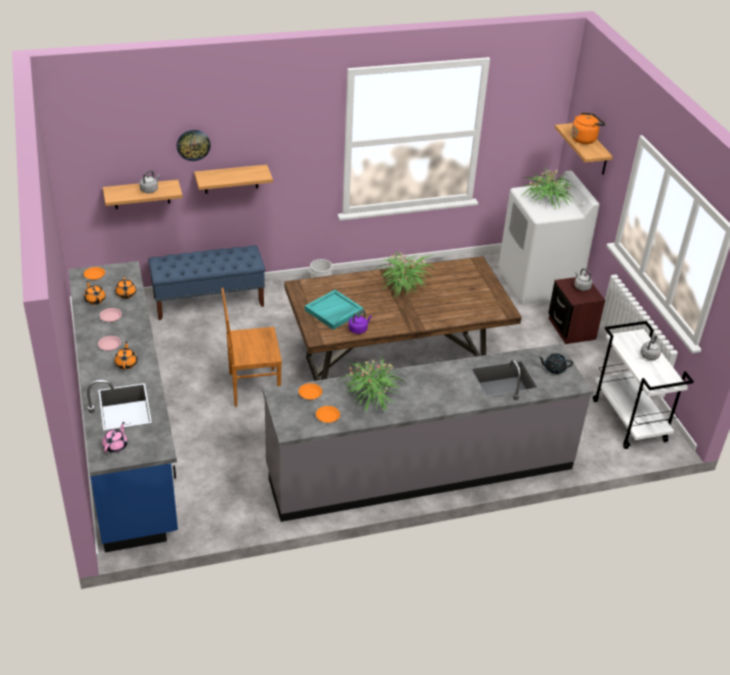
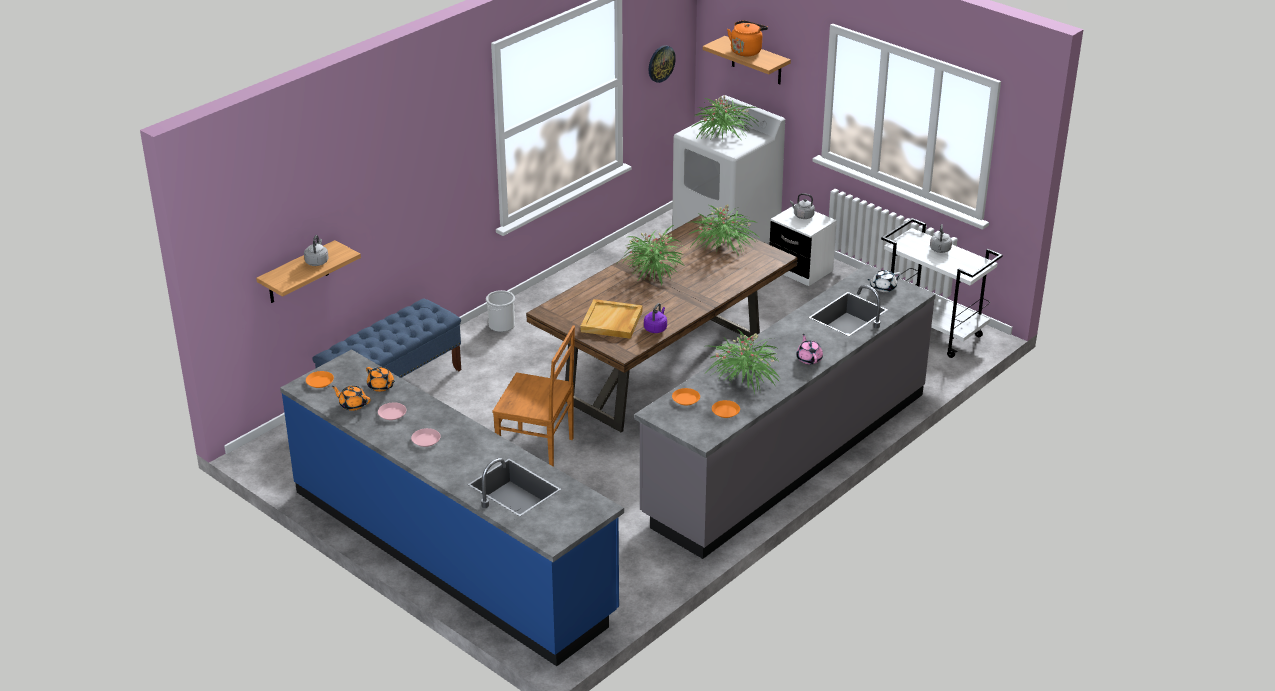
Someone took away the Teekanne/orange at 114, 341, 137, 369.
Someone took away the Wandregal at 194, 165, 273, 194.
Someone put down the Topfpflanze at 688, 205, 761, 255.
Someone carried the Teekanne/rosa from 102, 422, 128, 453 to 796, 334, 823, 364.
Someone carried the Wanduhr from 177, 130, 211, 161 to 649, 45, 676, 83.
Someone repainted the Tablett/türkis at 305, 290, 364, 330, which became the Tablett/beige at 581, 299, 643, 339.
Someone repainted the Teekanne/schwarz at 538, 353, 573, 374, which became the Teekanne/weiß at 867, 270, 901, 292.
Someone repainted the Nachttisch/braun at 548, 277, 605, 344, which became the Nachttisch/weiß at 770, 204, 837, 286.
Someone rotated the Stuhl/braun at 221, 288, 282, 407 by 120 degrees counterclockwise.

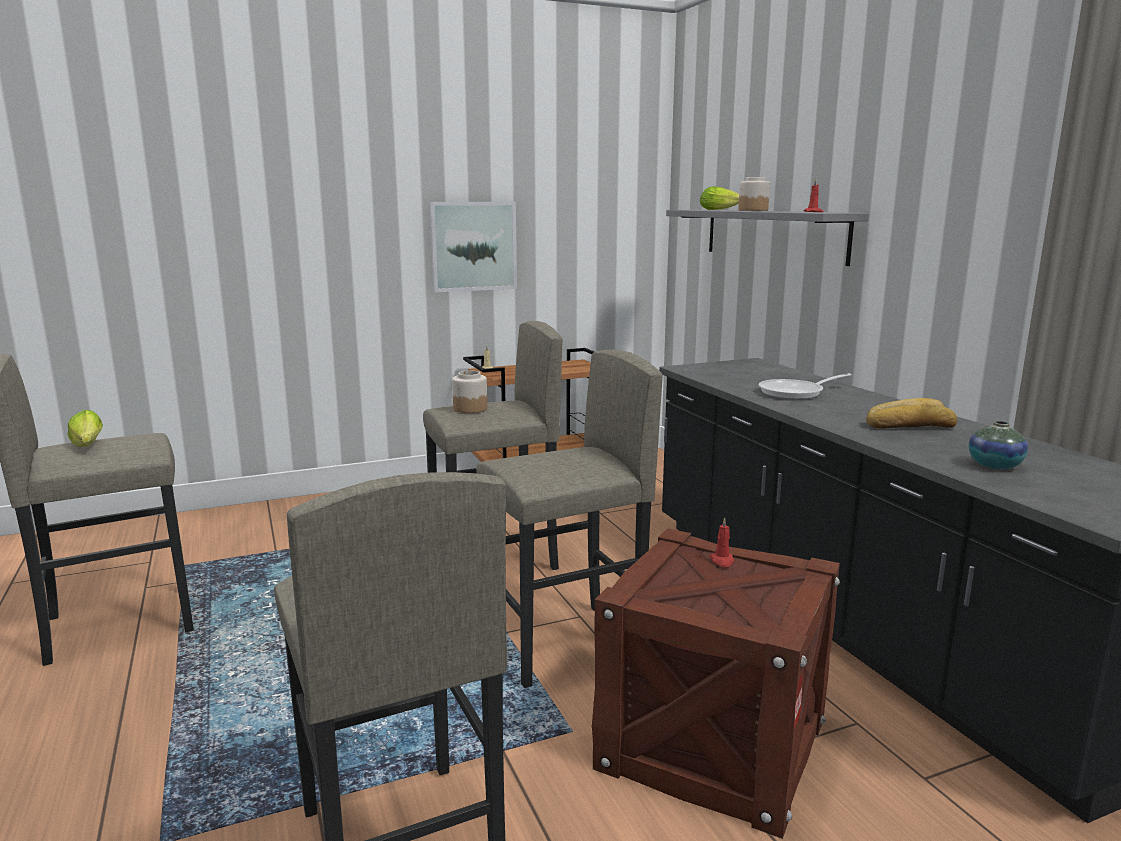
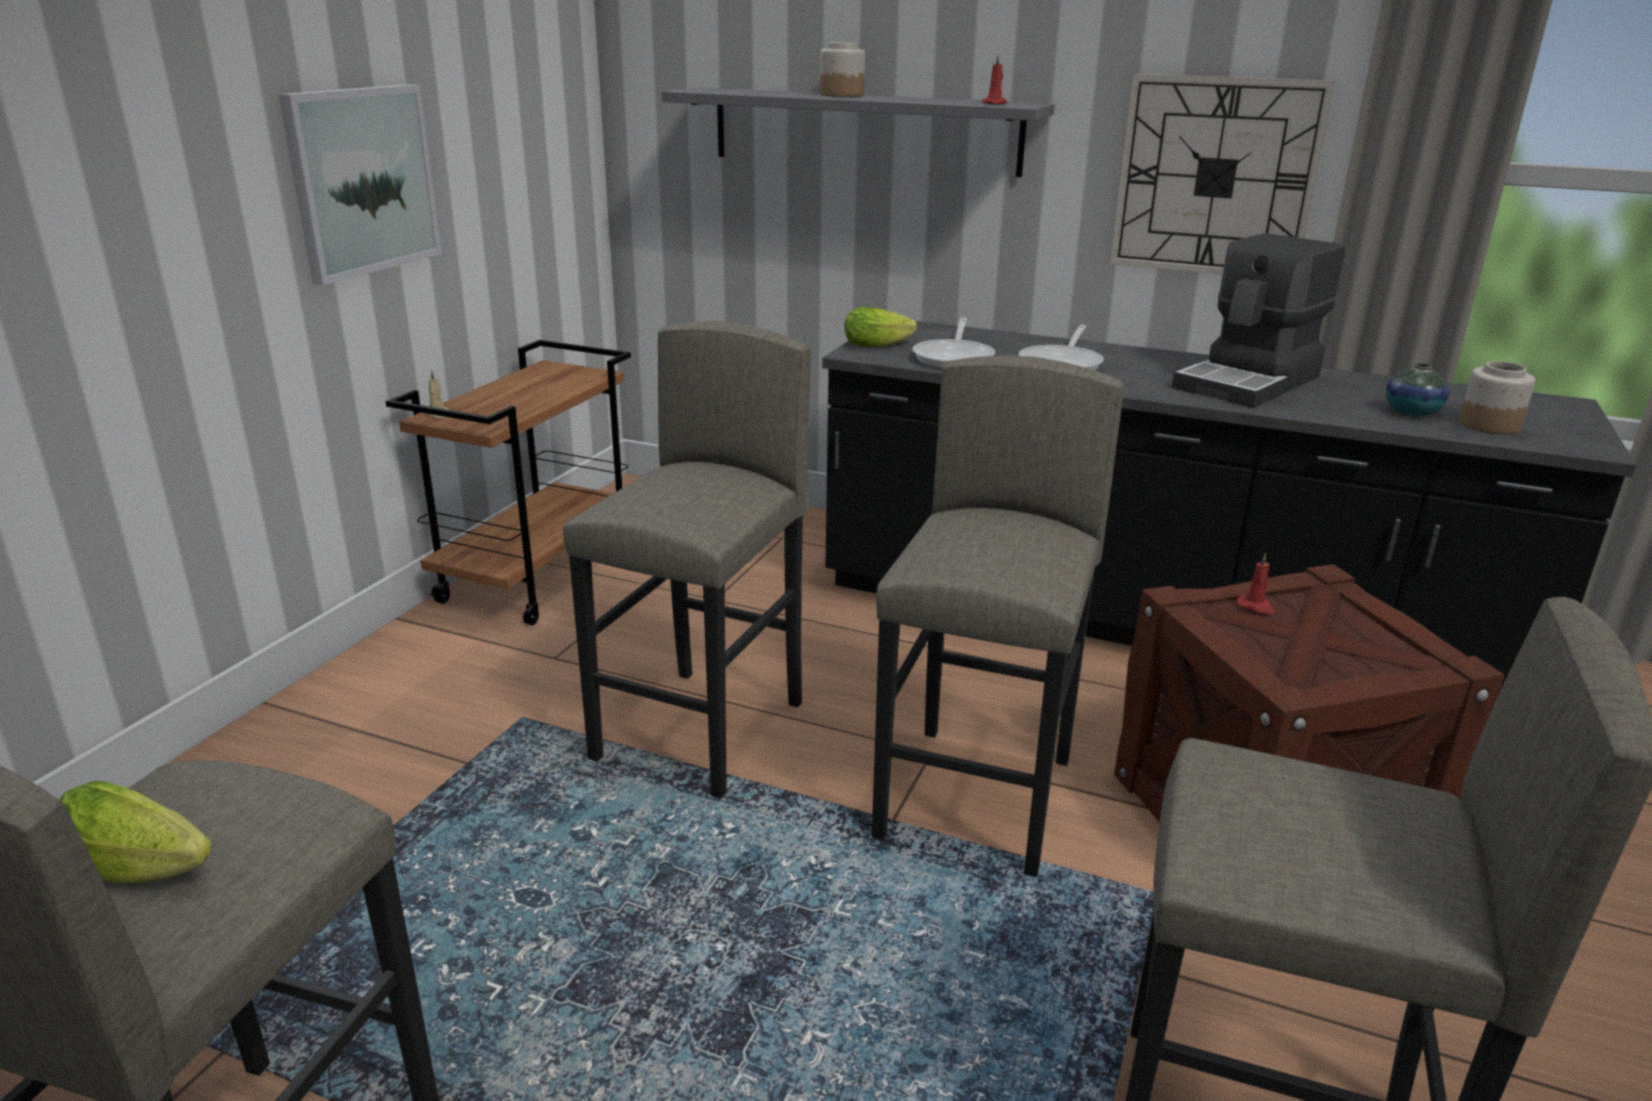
Someone put down the Pfanne at 912, 318, 995, 369.
Someone put up the Wanduhr at 1110, 74, 1335, 275.
Someone carried the Vorratsglas from 452, 370, 487, 413 to 1459, 361, 1535, 434.
Someone carried the Salatkopf from 700, 187, 739, 210 to 844, 307, 917, 347.
Someone swapped the Brot at 866, 398, 957, 429 for the Kaffeemaschine at 1172, 233, 1346, 408.

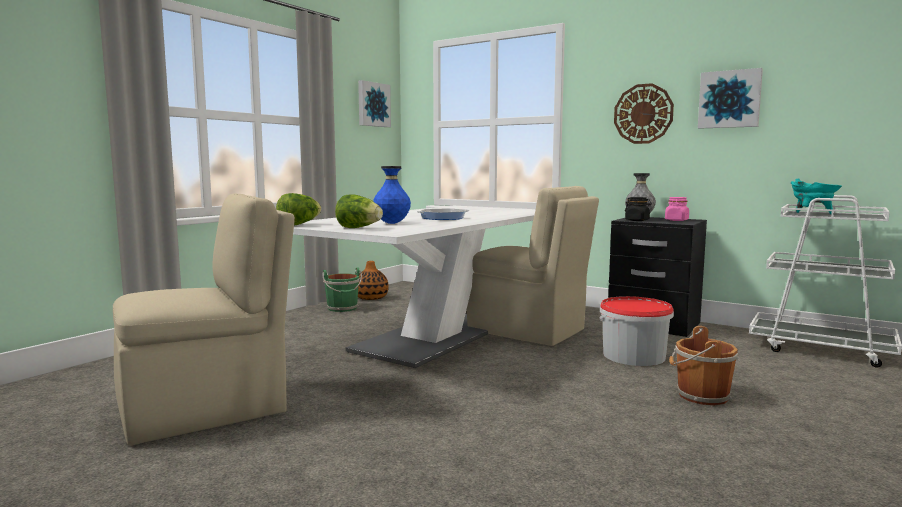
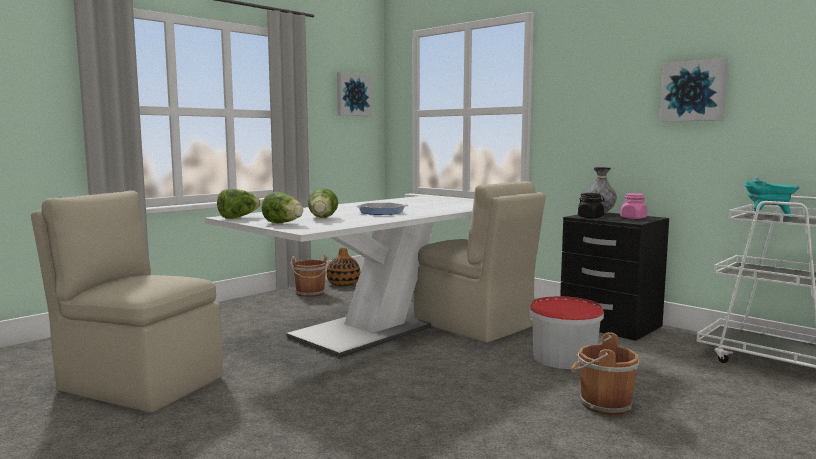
Someone took away the Wanduhr at 614, 83, 674, 144.
Someone swapped the Vase/blau at 373, 166, 411, 224 for the Salatkopf at 308, 188, 338, 218.
Someone repainted the Eimer/grün at 323, 267, 362, 312, which became the Eimer/braun at 291, 255, 329, 297.
Someone rotated the Stuhl/beige at 113, 194, 295, 446 by 135 degrees counterclockwise.

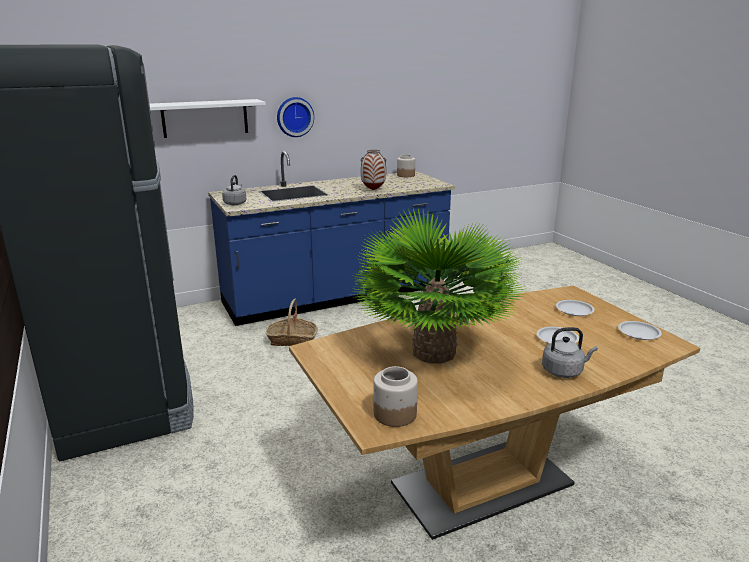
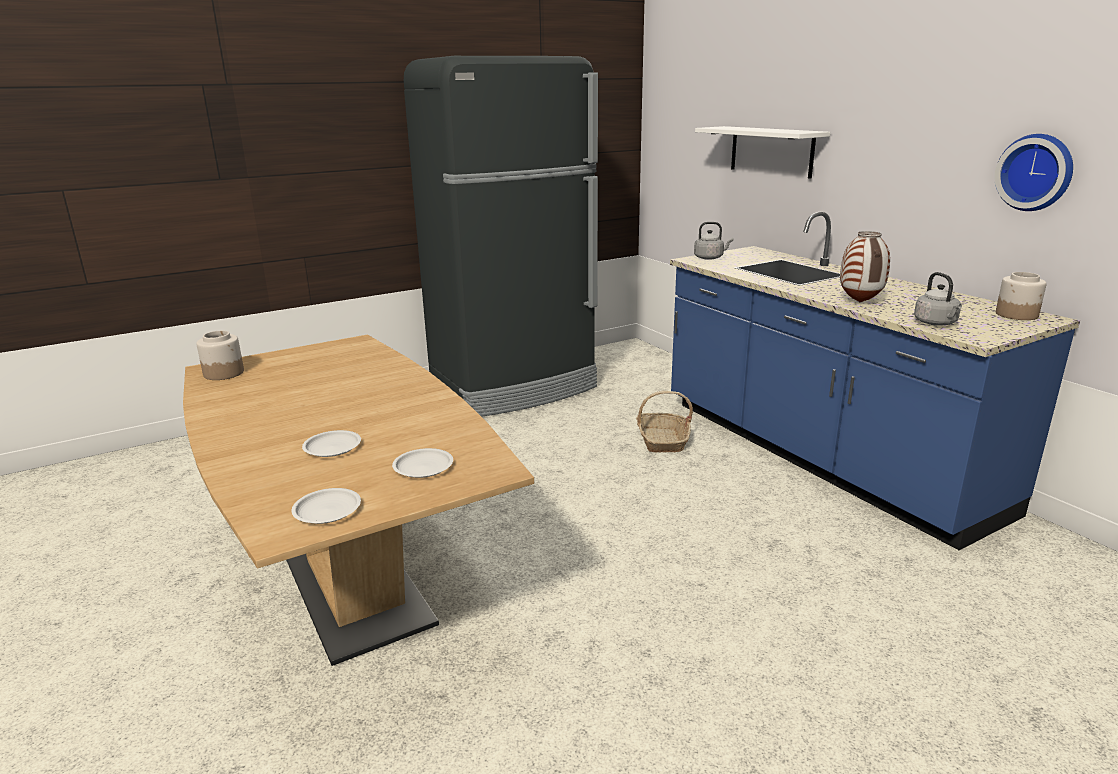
Someone took away the Topfpflanze at 350, 209, 528, 364.
Someone carried the Wanduhr from 277, 97, 314, 137 to 995, 134, 1073, 211.
Someone carried the Wasserkessel/grau from 542, 327, 598, 378 to 914, 272, 962, 326.

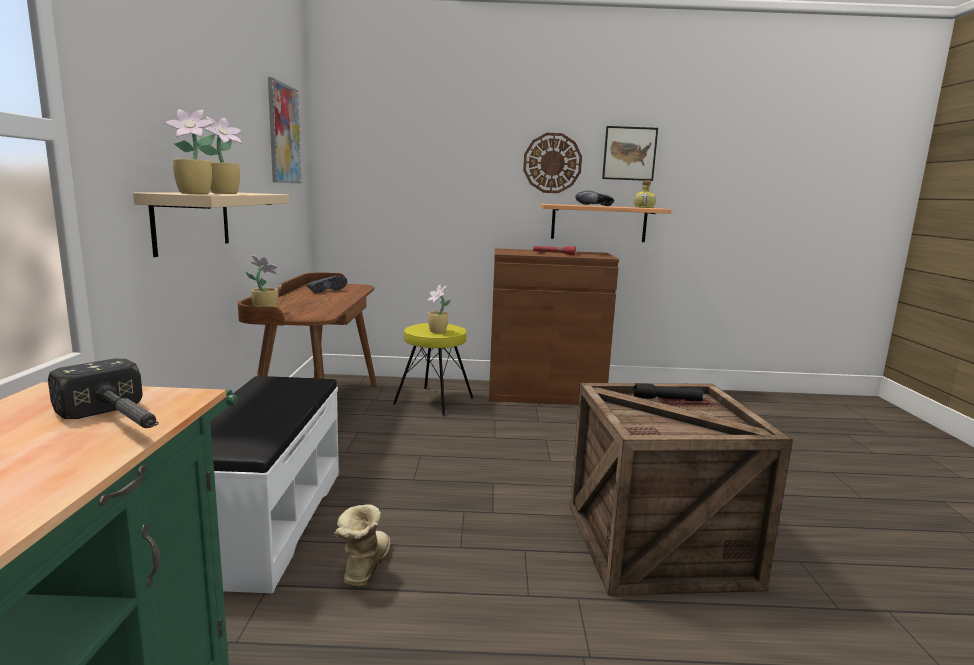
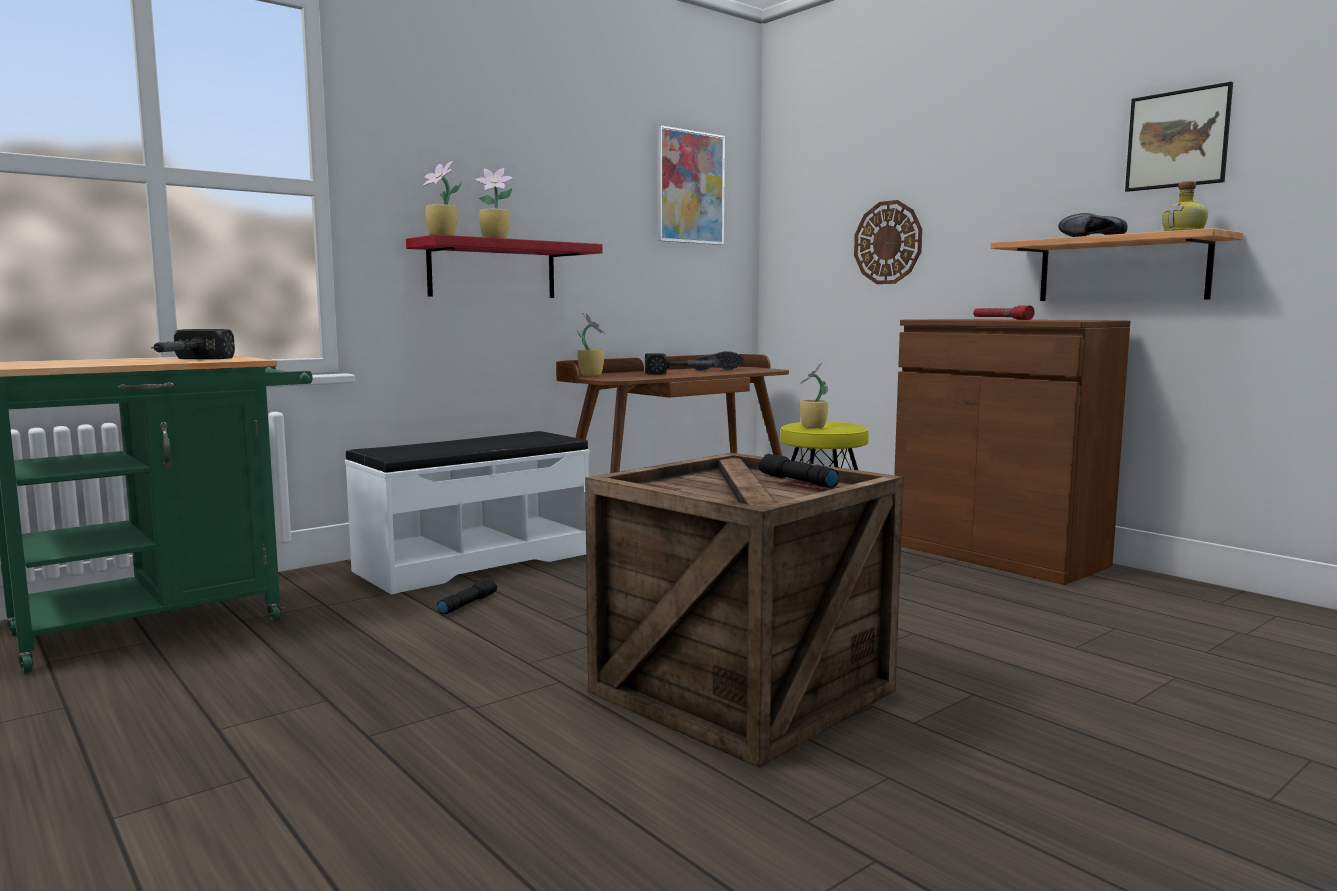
Someone put down the Hammer at 645, 353, 718, 375.
Someone carried the Wanduhr from 523, 133, 582, 193 to 854, 200, 922, 284.
Someone swapped the Stiefel at 334, 504, 390, 588 for the Taschenlampe/schwarz at 437, 578, 497, 614.
Someone repainted the Wandregal/beige at 133, 192, 290, 257, which became the Wandregal/rot at 406, 234, 603, 298.

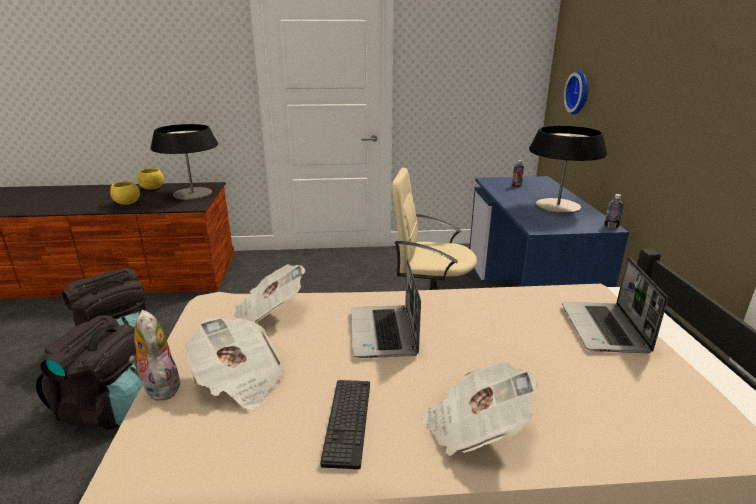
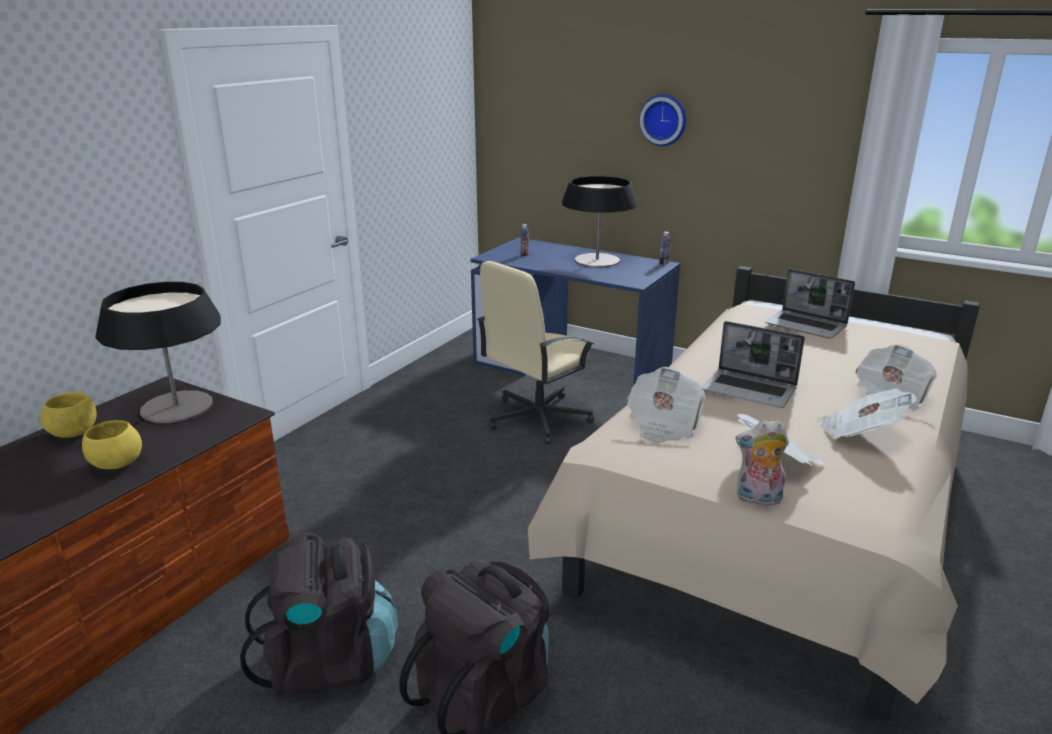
Someone carried the Wanduhr from 564, 70, 588, 114 to 639, 94, 686, 146.
Someone swapped the Tastatur at 320, 380, 370, 469 for the Zeitung at 817, 389, 917, 439.

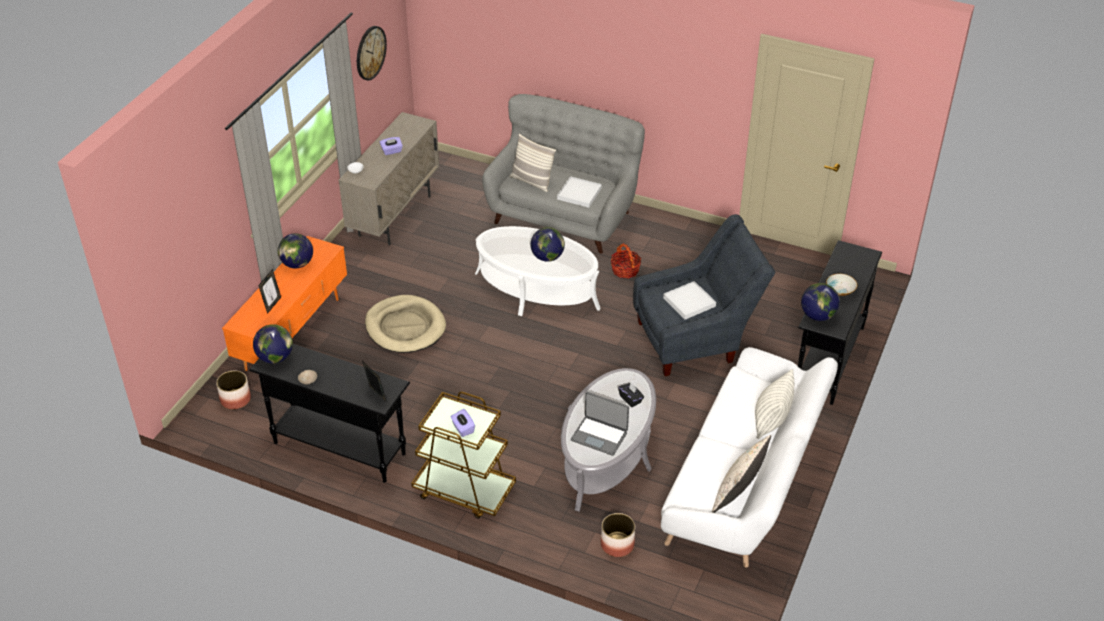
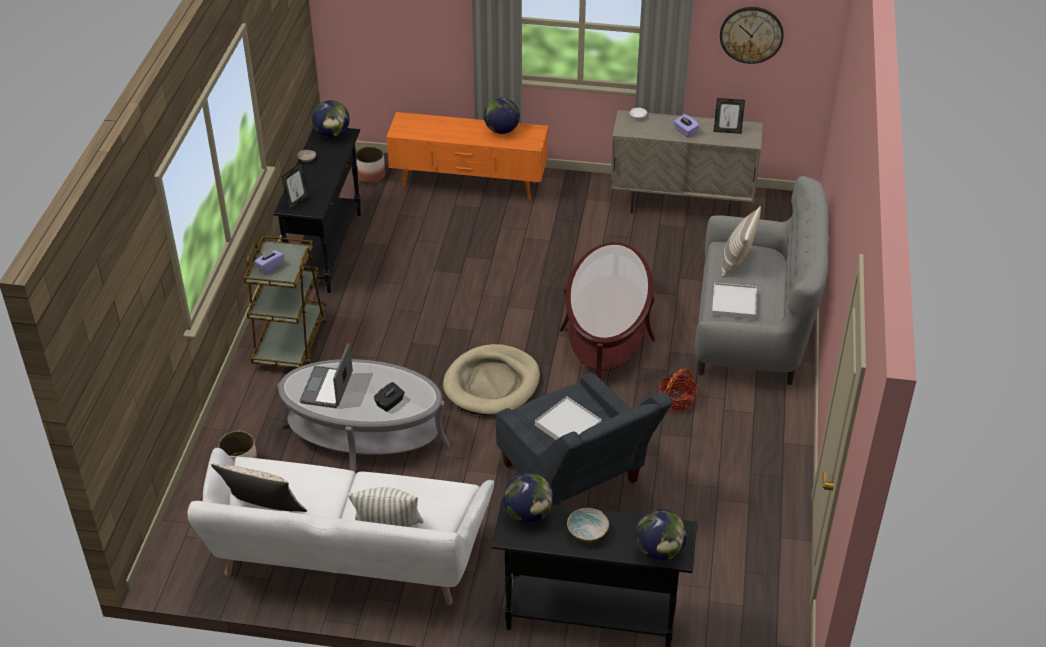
Someone carried the Bilderrahmen from 258, 269, 281, 314 to 714, 98, 745, 134.
Someone carried the Hundebett/beige from 365, 295, 446, 353 to 443, 344, 540, 416.
Someone carried the Globus from 530, 227, 565, 262 to 635, 509, 687, 561.
Someone repainted the Couchtisch/weiß at 475, 226, 601, 316, which became the Couchtisch/braun at 560, 242, 655, 379.

